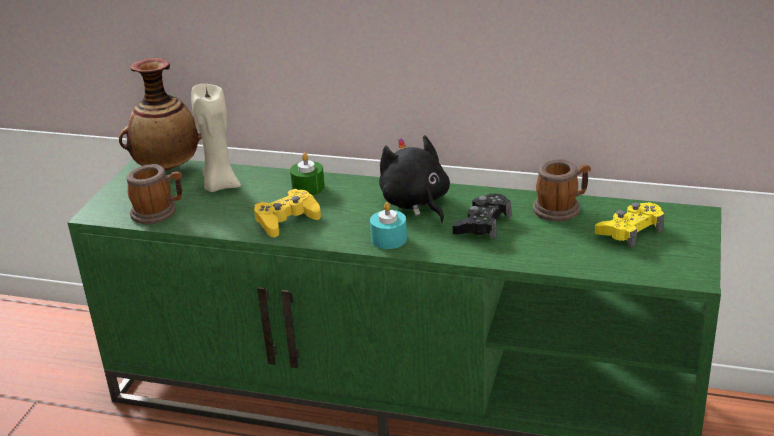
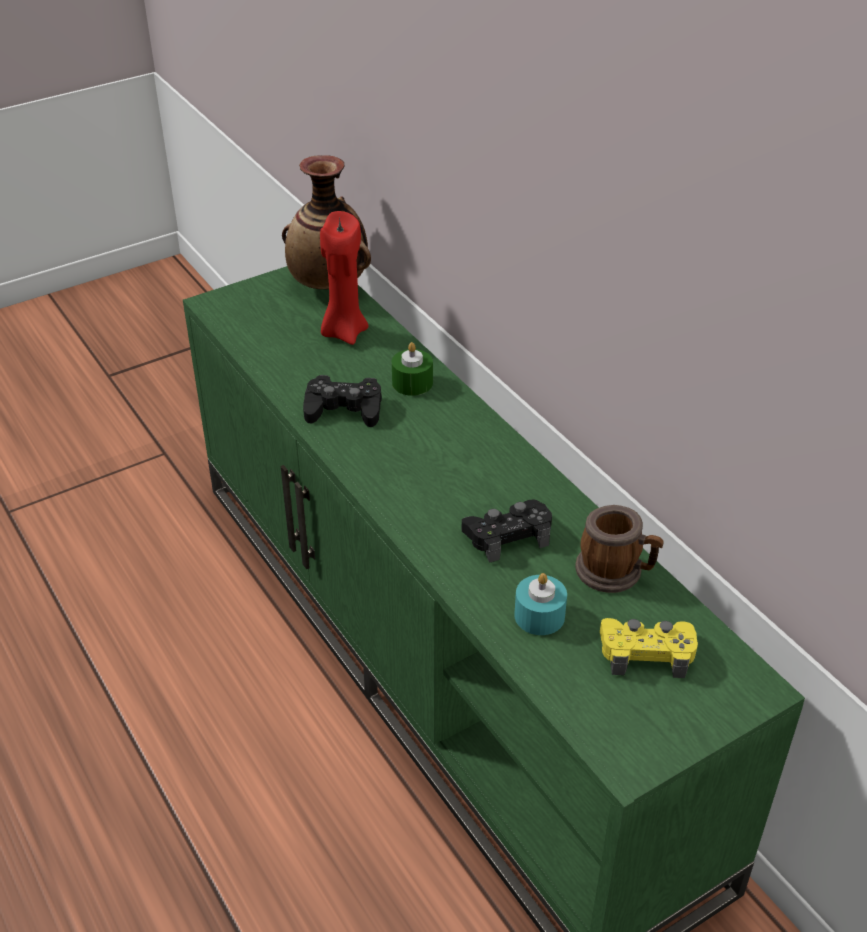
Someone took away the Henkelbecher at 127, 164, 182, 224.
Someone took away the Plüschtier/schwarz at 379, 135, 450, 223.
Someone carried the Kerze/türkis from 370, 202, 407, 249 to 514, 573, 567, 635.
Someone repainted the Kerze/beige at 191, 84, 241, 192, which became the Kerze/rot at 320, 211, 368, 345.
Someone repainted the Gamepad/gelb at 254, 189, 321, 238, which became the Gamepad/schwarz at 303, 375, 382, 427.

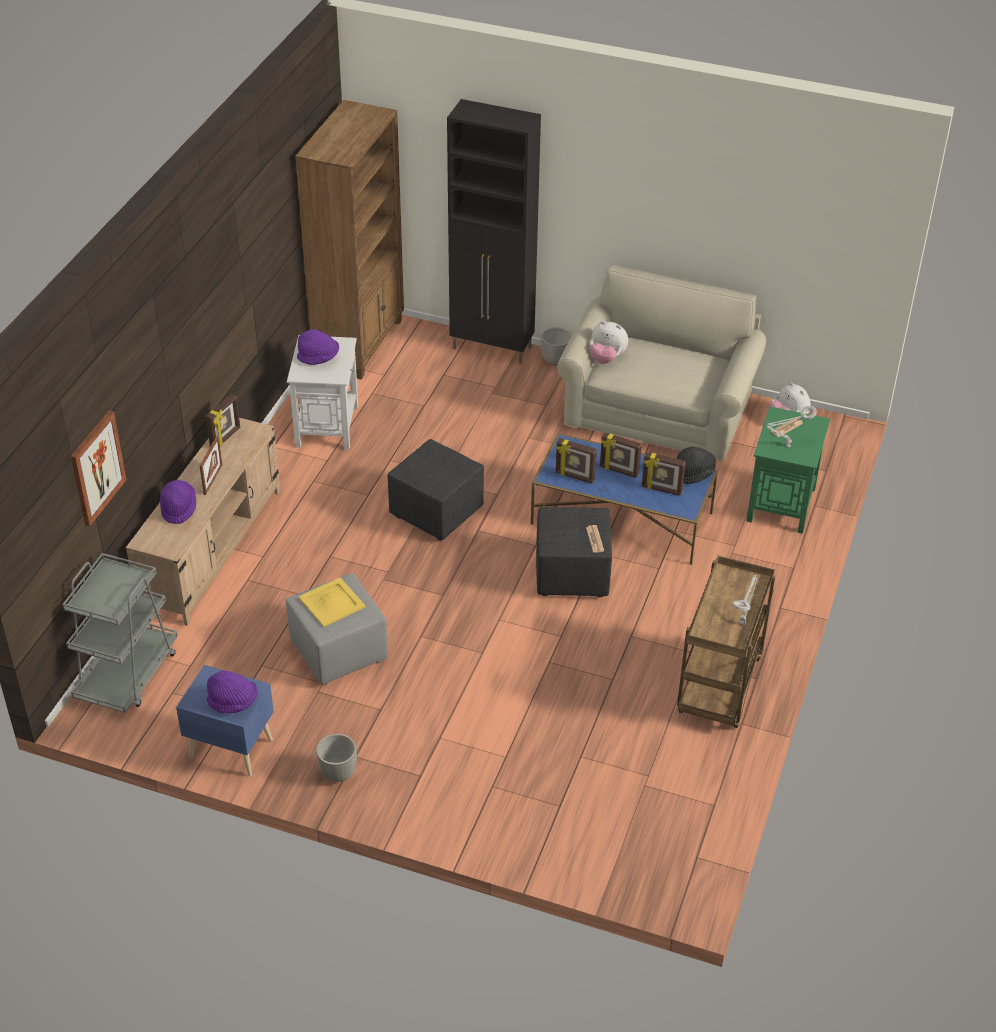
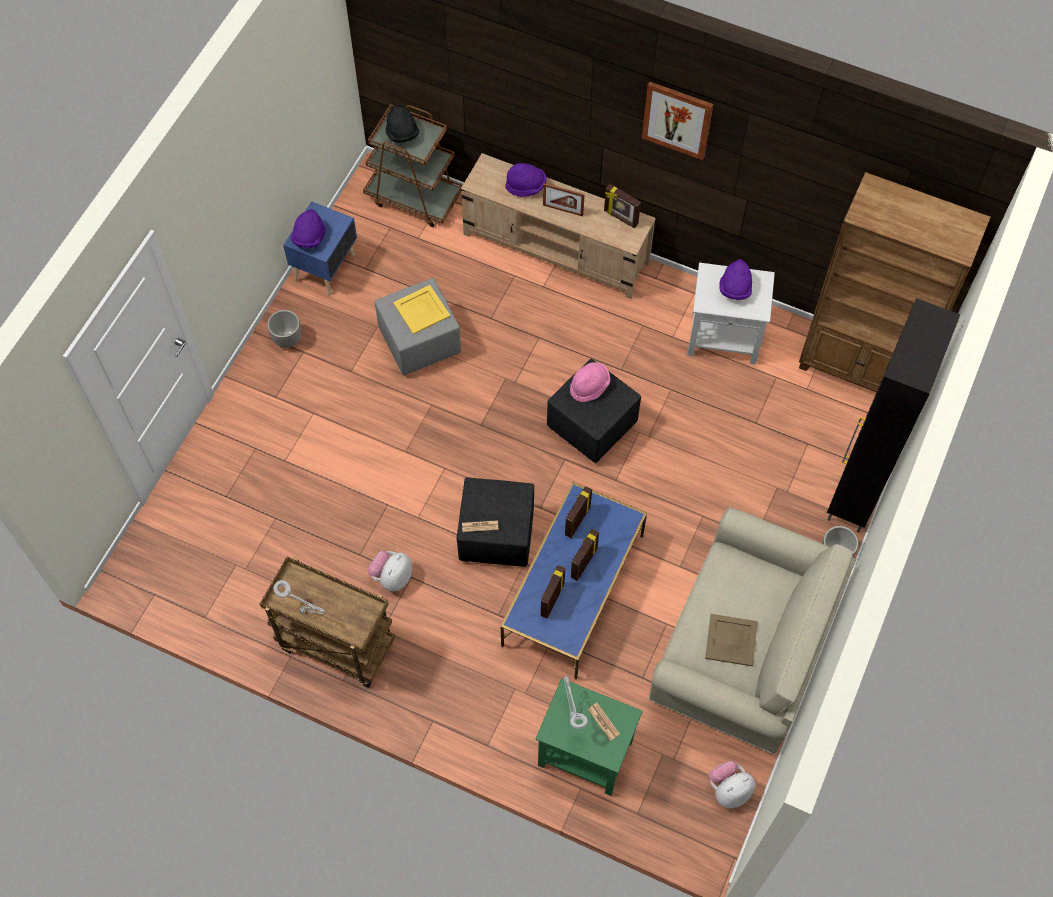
Someone put down the Hut/rosa at 570, 362, 610, 402.
Someone put down the Tablett/beige at 705, 614, 758, 666.
Someone carried the Bild from 71, 410, 127, 526 to 642, 81, 713, 160.
Someone carried the Plüschtier from 590, 321, 628, 364 to 368, 551, 412, 591.
Someone carried the Hut/schwarz from 676, 446, 716, 484 to 386, 104, 419, 143.
Someone repainted the Rollwagen/grau at 62, 553, 178, 713, which became the Rollwagen/braun at 363, 104, 463, 227.

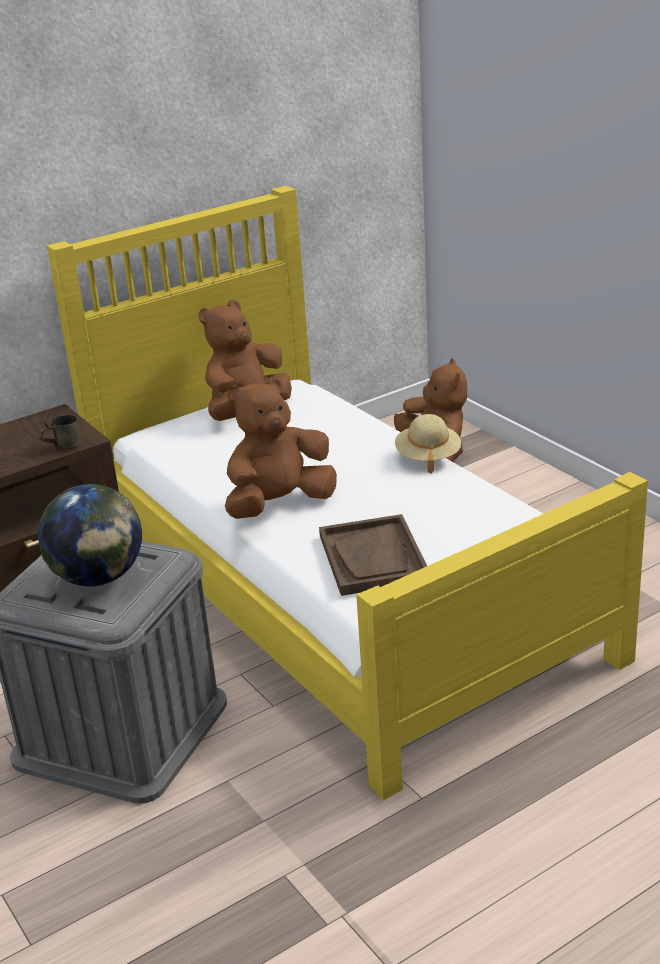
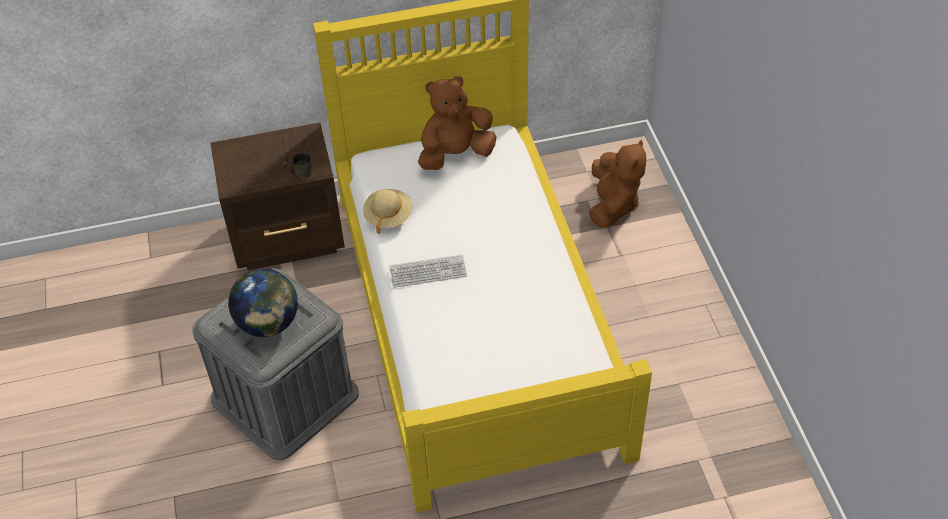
Someone took away the Tablett/braun at 319, 514, 427, 596.
Someone carried the Hut/beige from 395, 414, 461, 474 to 363, 189, 412, 234.
Someone swapped the Plüschtier/braun at 225, 377, 337, 519 for the Tastatur at 389, 255, 467, 288.

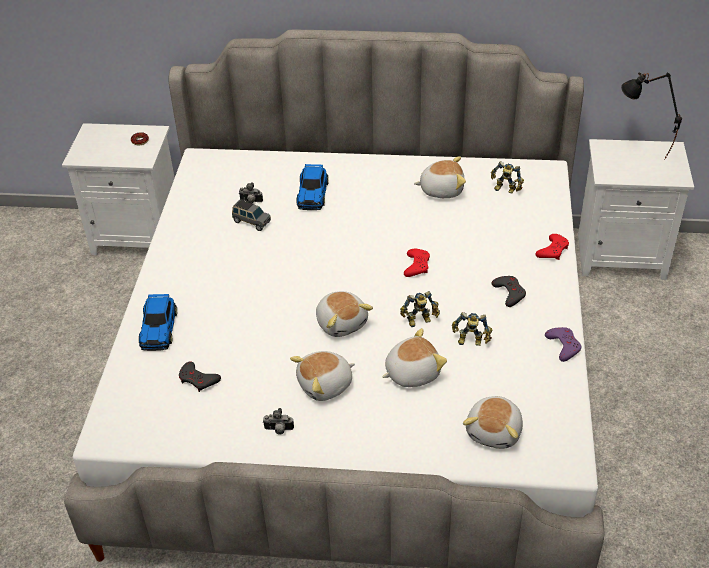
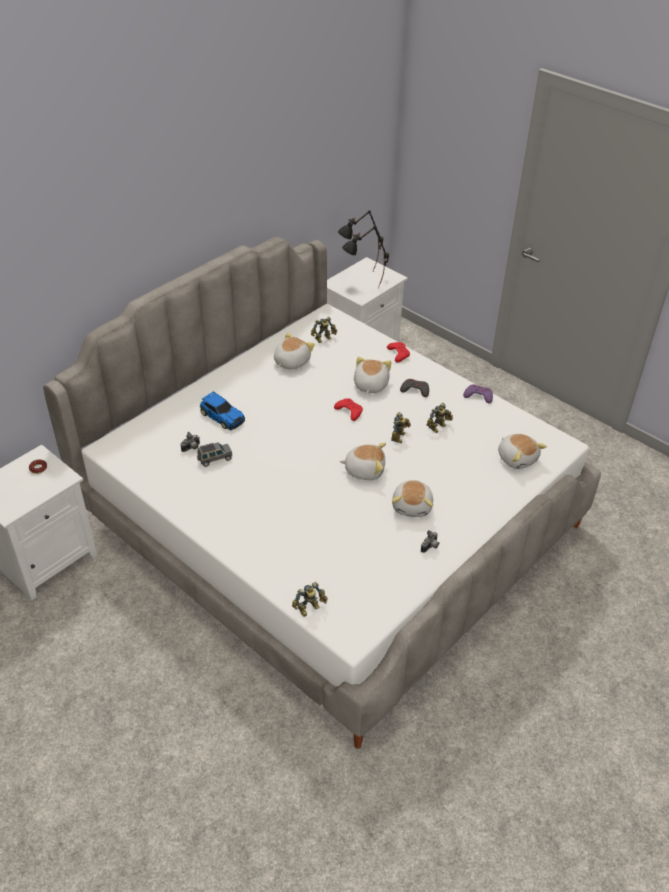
Someone took away the Spielzeugauto at 139, 294, 177, 351.
Someone took away the Gamepad/grau at 179, 362, 221, 392.
Someone put down the Spielzeugroboter at 292, 582, 328, 617.
Someone put down the Tischlampe/schwarz at 342, 226, 389, 288.
Someone carried the Plüschtier from 382, 328, 447, 387 to 354, 357, 392, 394.

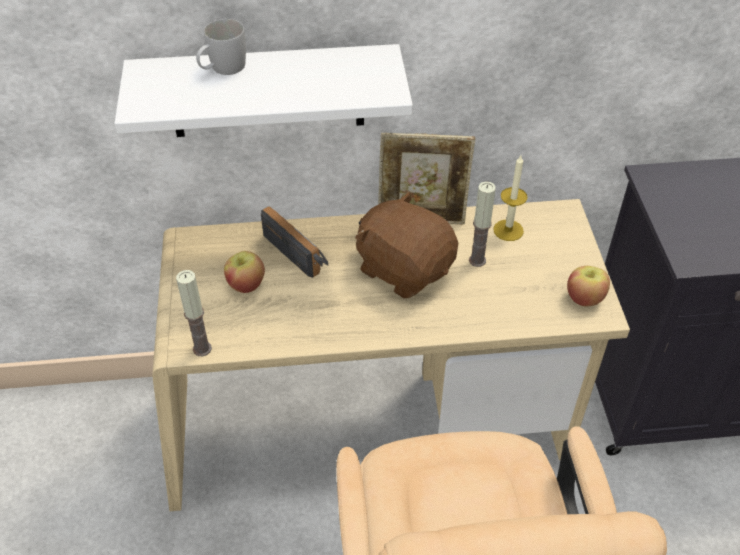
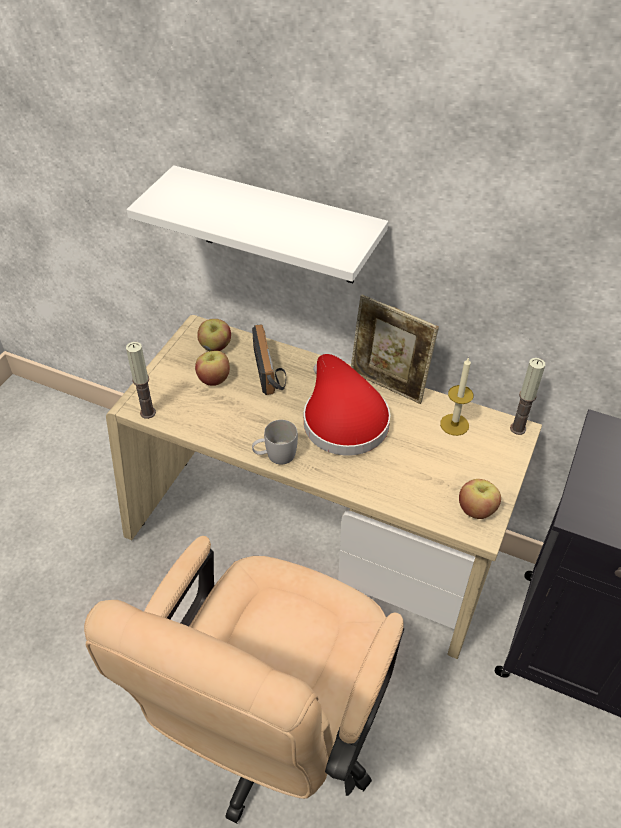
Someone put down the Apfel at 197, 319, 231, 351.
Someone carried the Henkelbecher/weiß from 196, 19, 246, 75 to 252, 420, 298, 465.
Someone carried the Kerze from 469, 181, 496, 267 to 510, 358, 545, 435.
Someone swapped the Plüschtier/braun at 355, 191, 458, 298 for the Hut/rot at 304, 354, 390, 456.

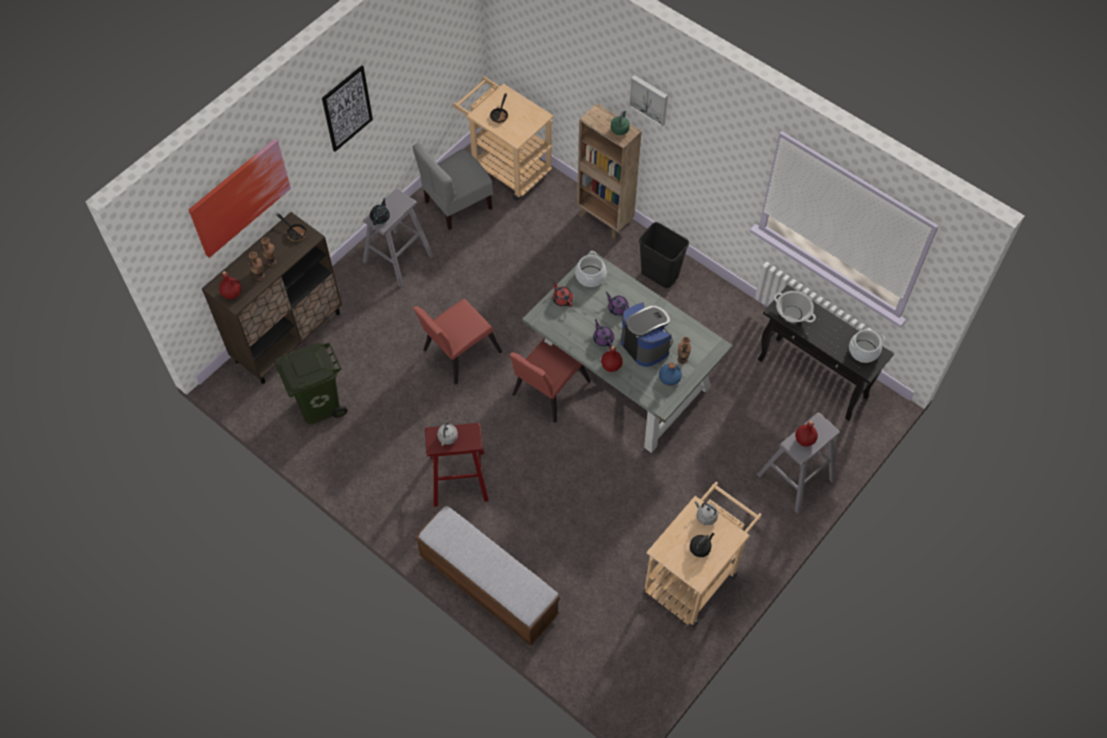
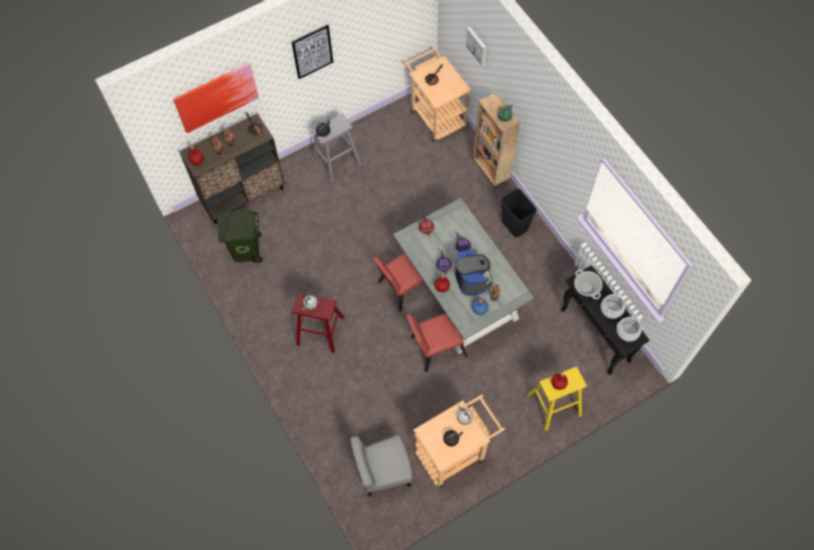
Someone took away the Bank at 415, 505, 560, 646.
Someone carried the Stuhl/grau from 413, 143, 493, 230 to 350, 435, 412, 496.
Someone carried the Stuhl/rot from 413, 298, 502, 385 to 407, 313, 468, 372.
Someone carried the Kochtopf from 575, 251, 606, 287 to 601, 292, 625, 319.
Someone carried the Bild from 629, 75, 668, 127 to 465, 26, 486, 68.
Someone repainted the Hocker/grau at 757, 413, 840, 514, which became the Hocker/gelb at 527, 367, 587, 431.

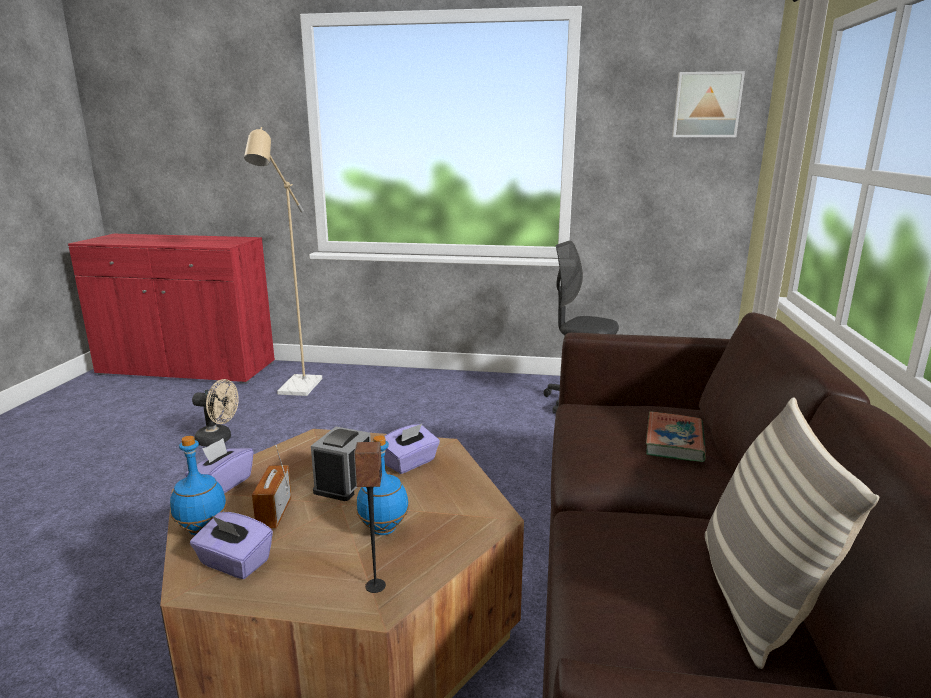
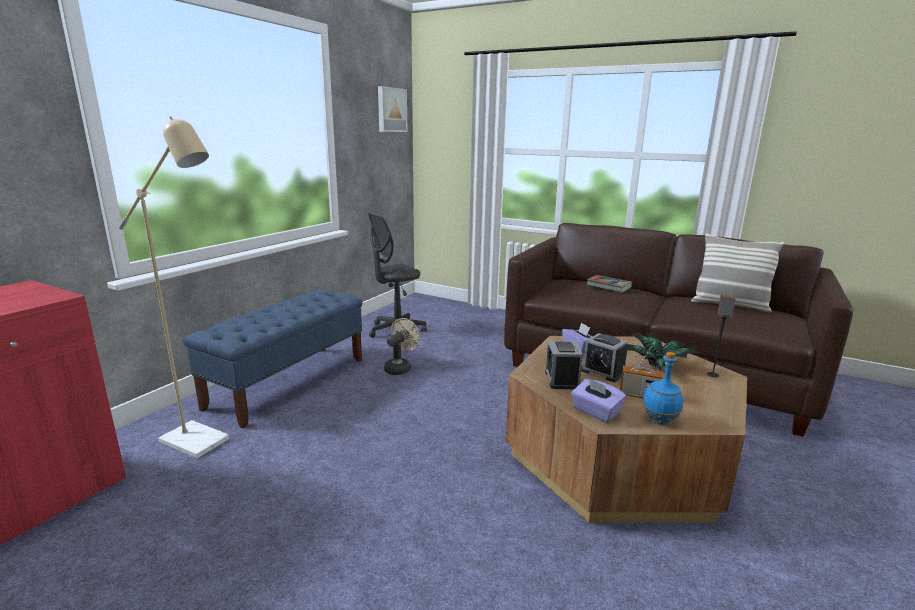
Someone took away the Taschentuchbox/lila at 190, 512, 273, 579.
Someone put down the Bank/blau at 183, 289, 363, 428.
Someone put down the Wecker at 545, 341, 583, 389.
Someone carried the Ventilator/beige from 192, 379, 239, 446 to 384, 318, 420, 375.
Someone swapped the Flasche/blau at 357, 435, 409, 535 for the Topfpflanze at 627, 332, 699, 371.

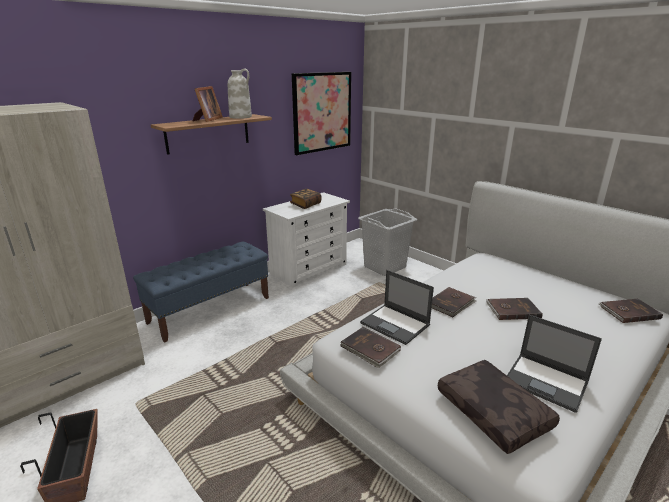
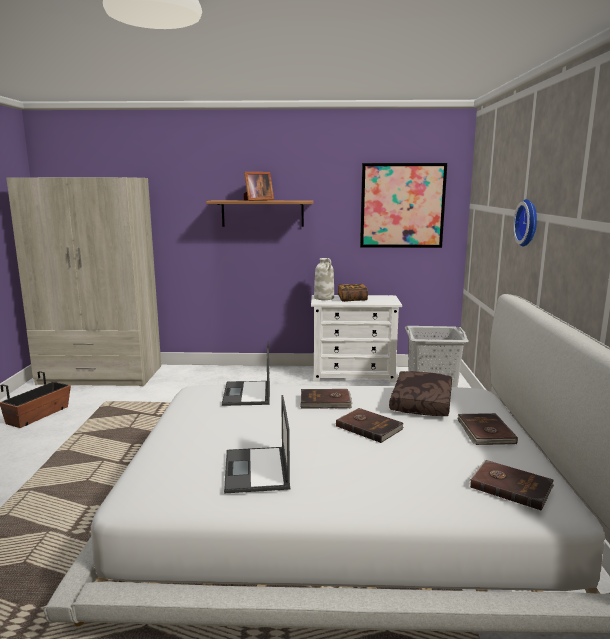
Someone took away the Bank/blau at 133, 242, 269, 343.
Someone put up the Wanduhr at 513, 199, 537, 246.
Someone carried the Vase/weiß from 228, 68, 252, 119 to 314, 258, 334, 300.
Someone carried the Buch/braun from 340, 327, 401, 368 to 458, 413, 518, 445.
Someone carried the Kissen/braun from 438, 360, 560, 454 to 389, 371, 452, 416.

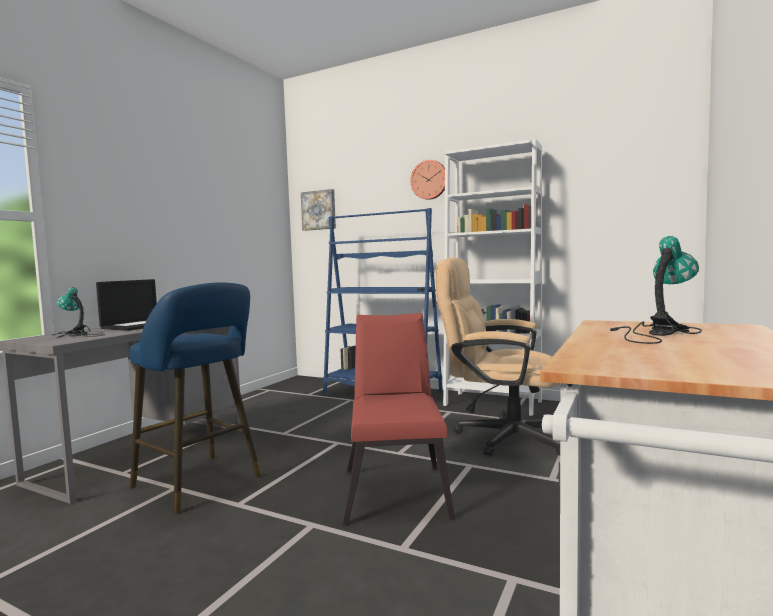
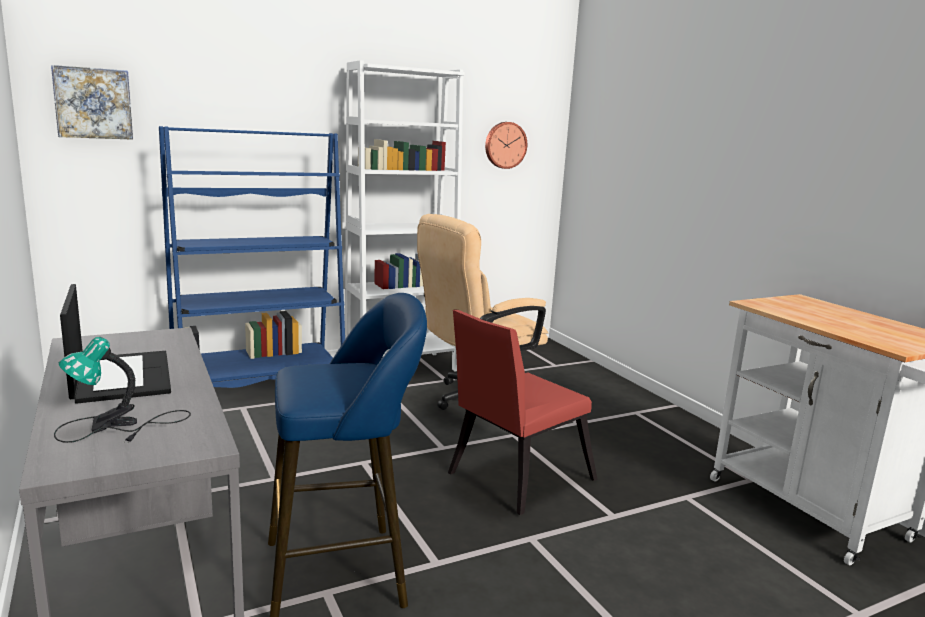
Someone took away the Tischlampe at 610, 236, 702, 344.
Someone carried the Wanduhr from 411, 160, 445, 200 to 485, 122, 527, 169.
Someone rotated the Stuhl/rot at 343, 313, 455, 525 by 75 degrees counterclockwise.

